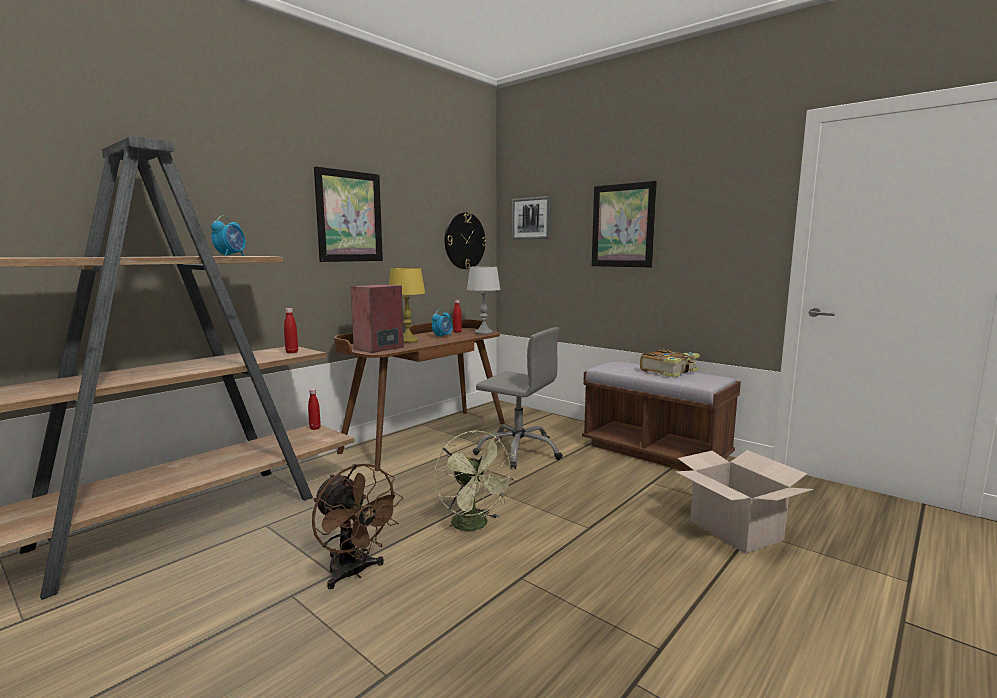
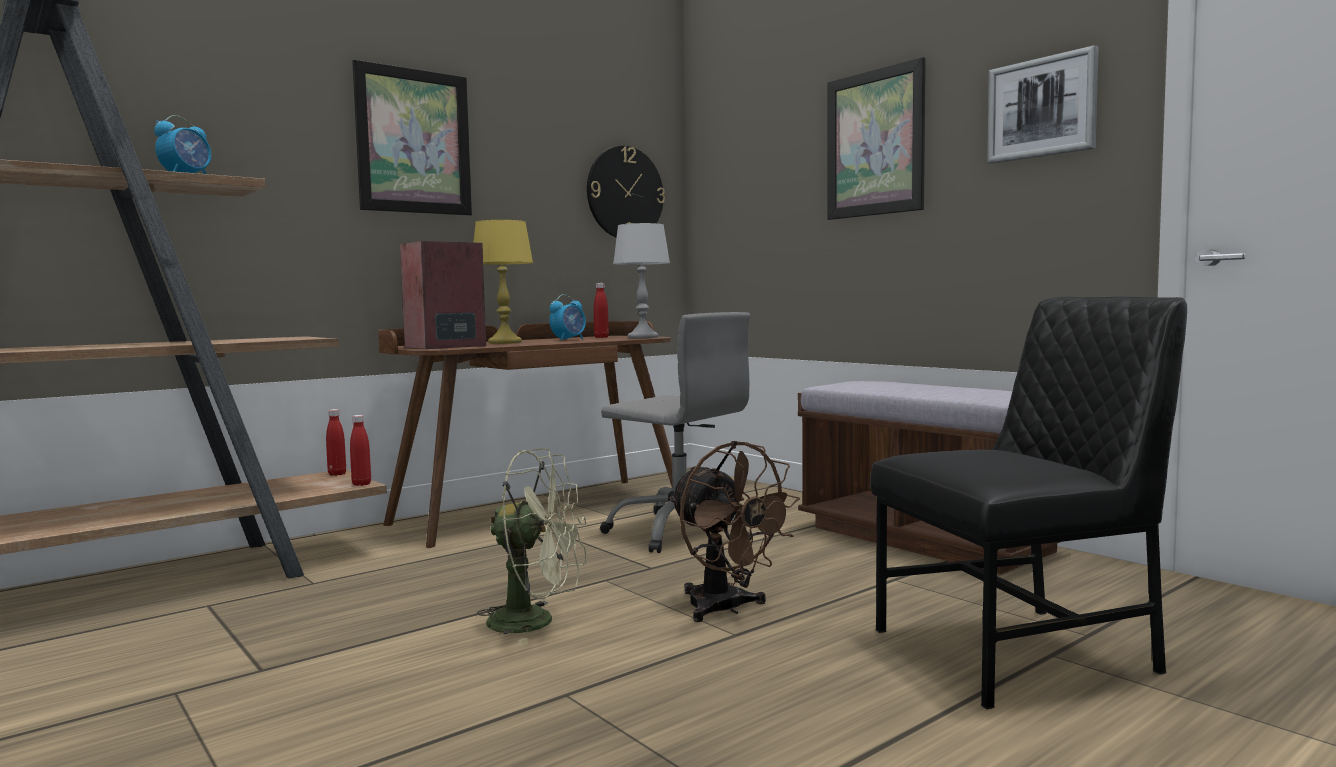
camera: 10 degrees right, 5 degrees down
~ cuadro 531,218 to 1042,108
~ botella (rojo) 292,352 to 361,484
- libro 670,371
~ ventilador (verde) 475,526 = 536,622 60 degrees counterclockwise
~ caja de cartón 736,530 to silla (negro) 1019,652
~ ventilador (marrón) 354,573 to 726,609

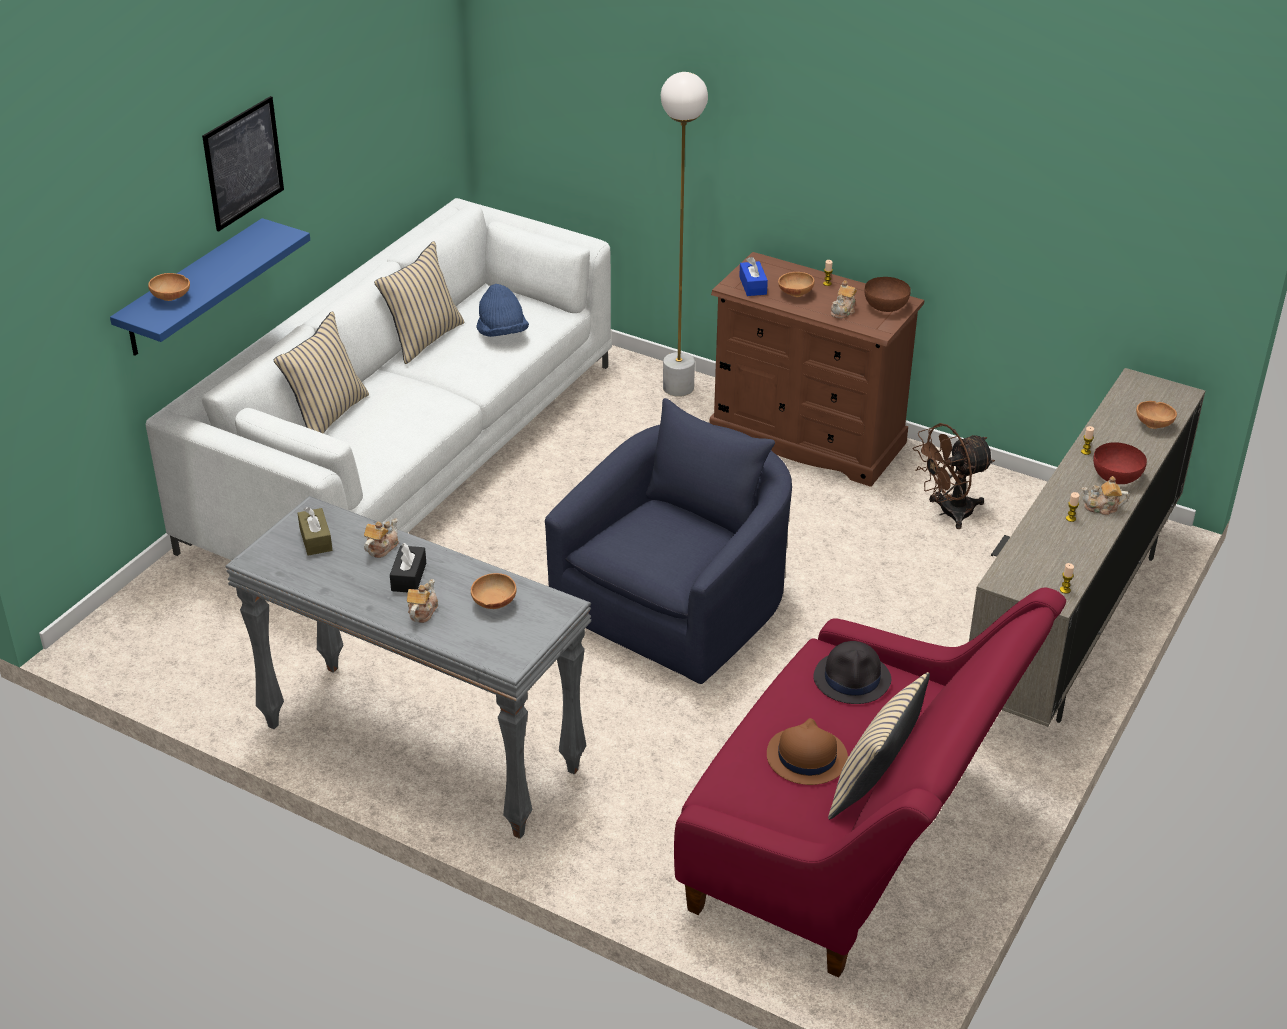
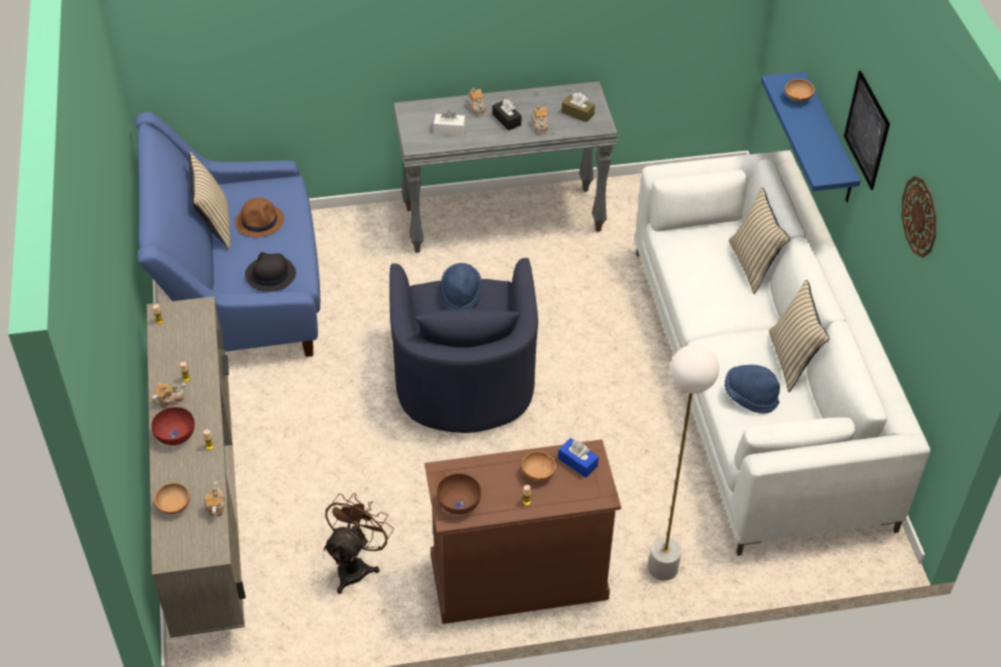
camera: 140 degrees right, 10 degrees up
~ tetera 843,311 to 215,506
~ cuenco (marrón) 493,603 to caja de pañuelos (blanco) 449,129
~ sofá (rojo) 853,845 to sofá (azul) 241,293
+ reloj de pared 920,216
+ sombrero (azul) 461,295

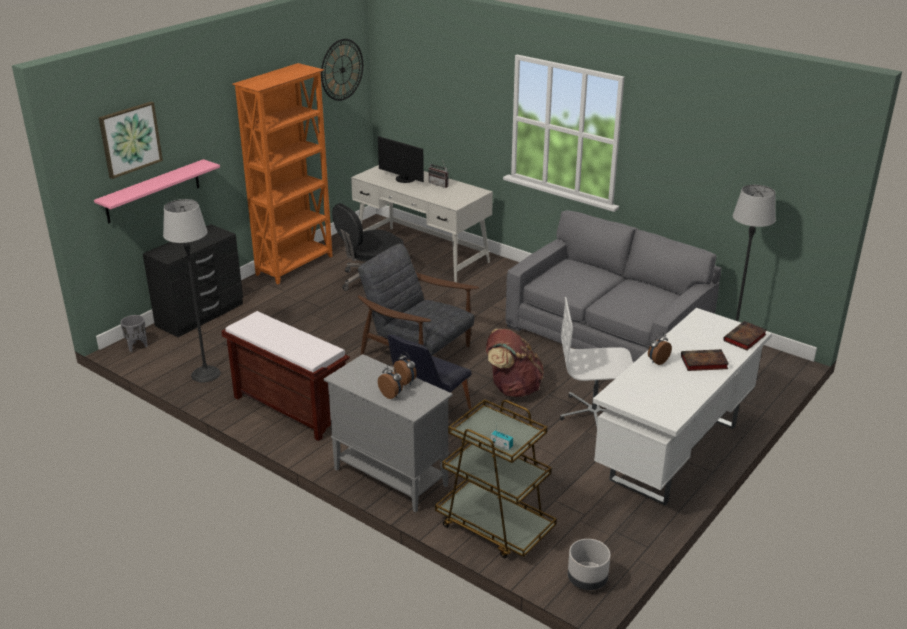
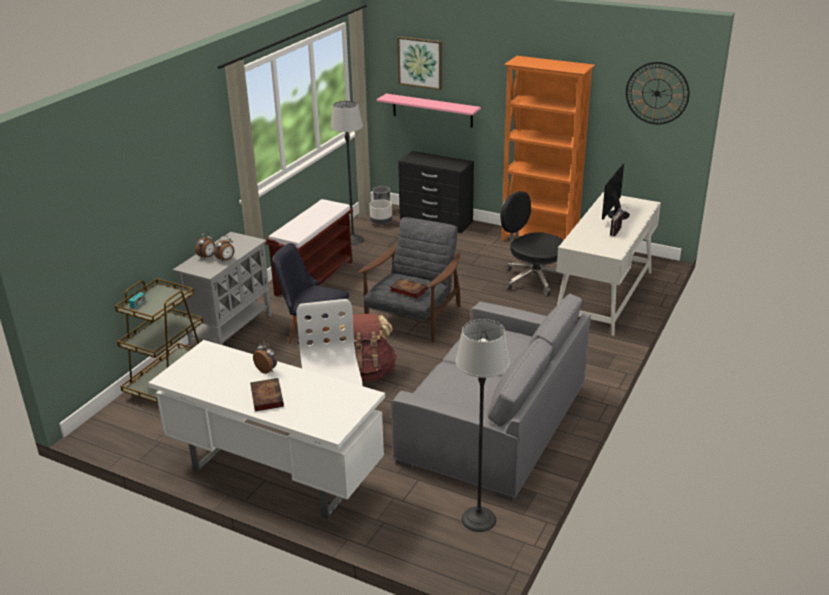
camera: 80 degrees right, 0 degrees up
~ libro 744,338 to 408,290
~ maceta (gris) 587,580 to 381,222

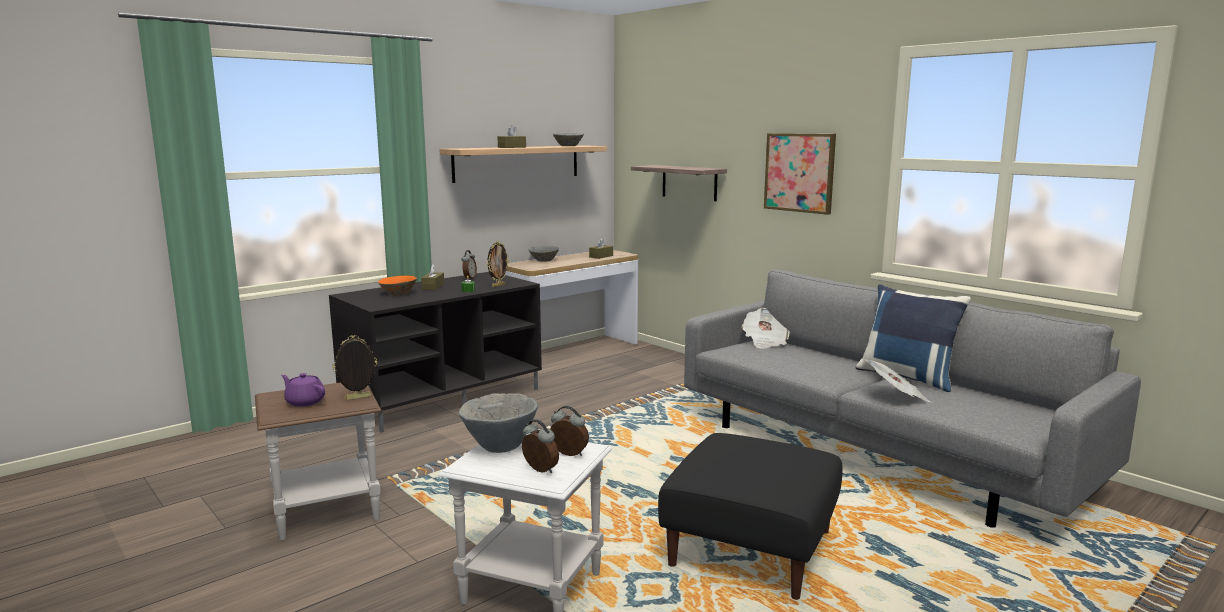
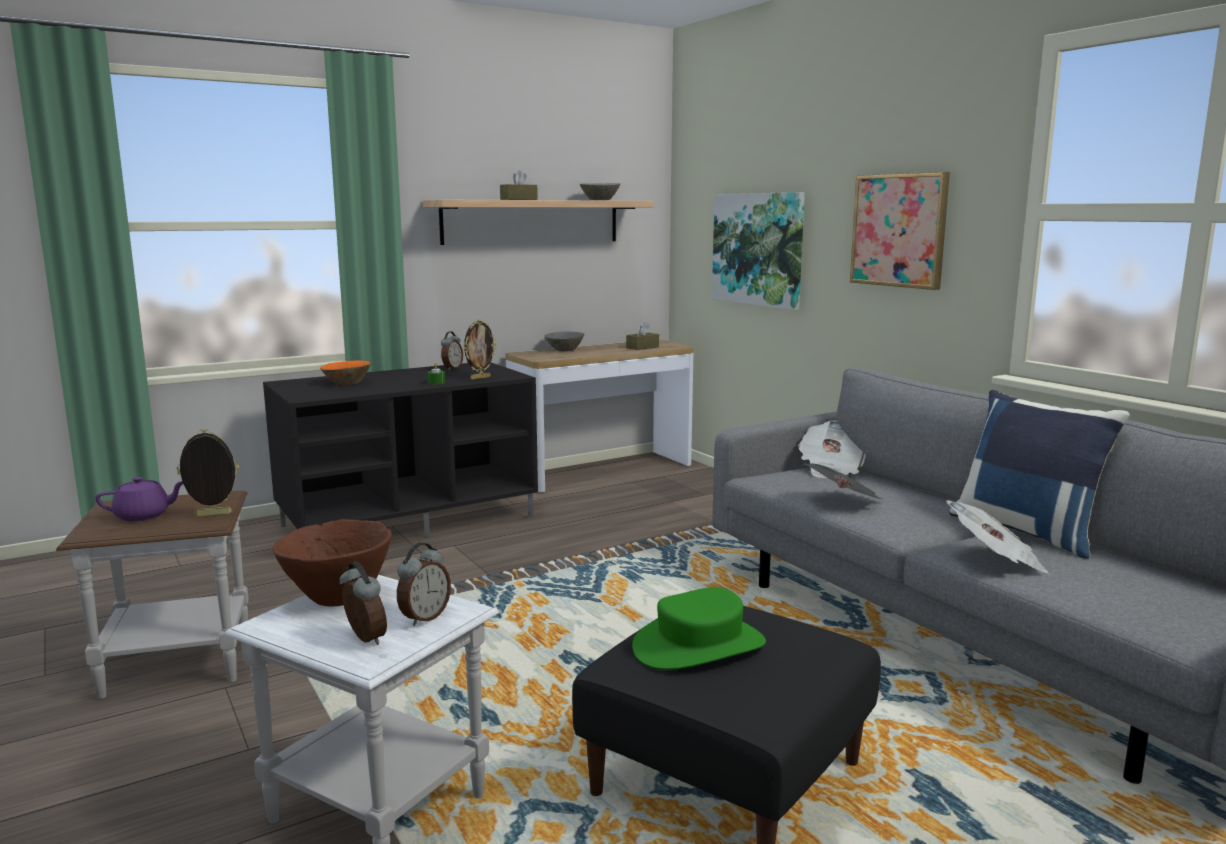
camera: 10 degrees right, 0 degrees up
~ estante 689,182 to cuadro 758,249
- caja de pañuelos (marrón) 433,287
~ tetera (morado) 305,402 = 143,516 120 degrees clockwise
~ cuenco (gris) 499,447 to cuenco (marrón) 337,598
~ despertador 568,455 = 424,617 90 degrees clockwise
+ periódico 844,502
+ sombrero (verde) 699,646

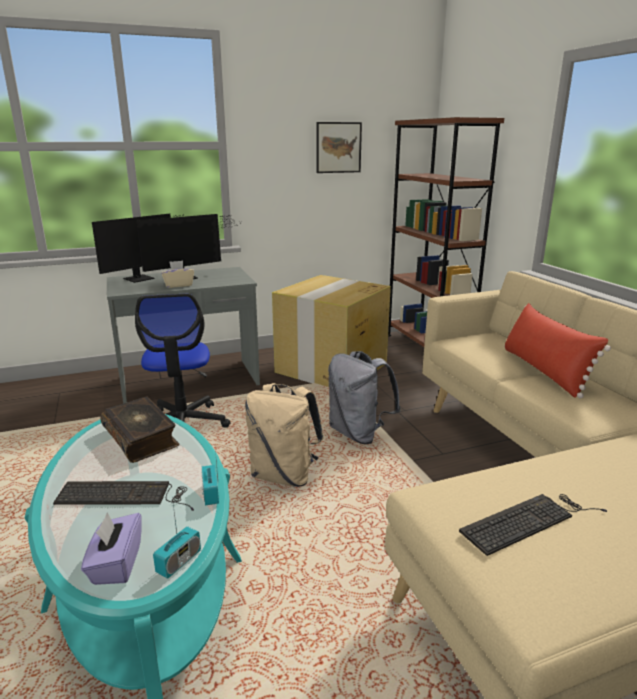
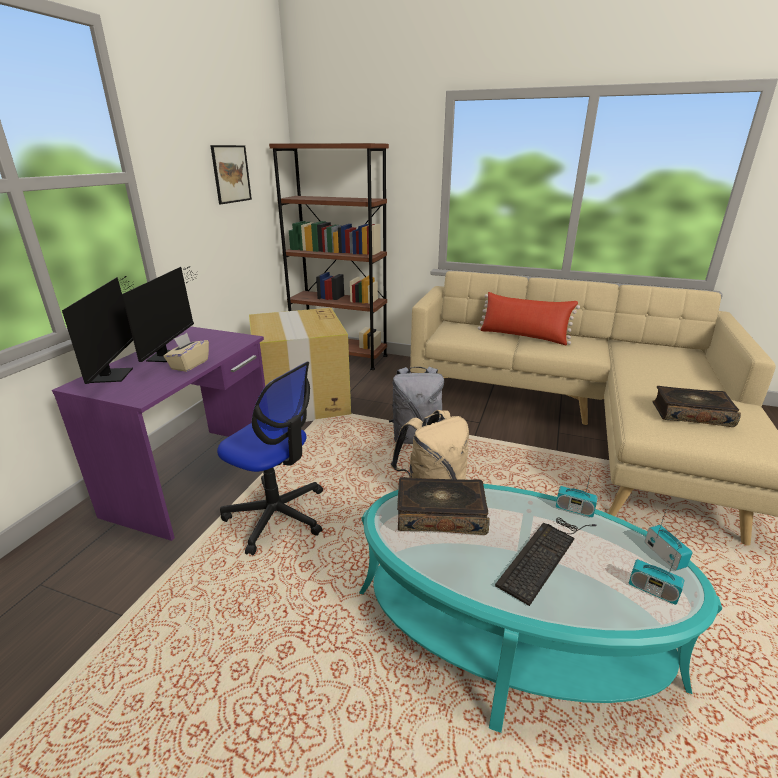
camera: 50 degrees left, 5 degrees up
~ escritorio (gris) 190,381 to escritorio (morado) 197,477
~ teclado 529,521 to libro 691,414
~ caja de pañuelos (morado) 116,564 to radio 652,590

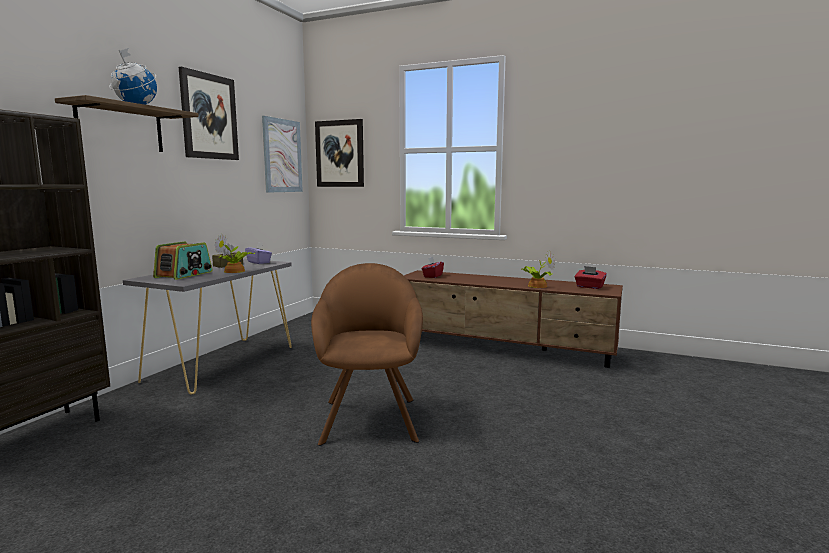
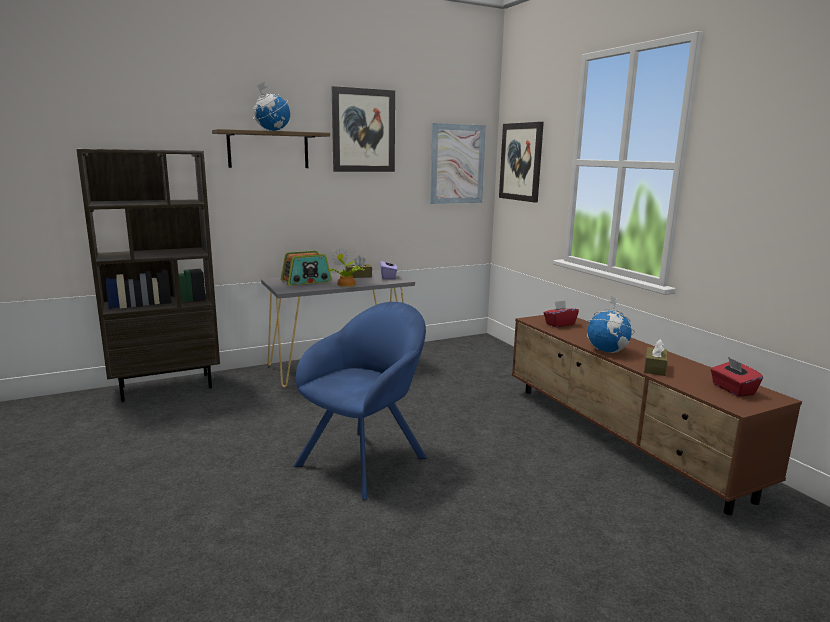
camera: 40 degrees right, 5 degrees up
~ planta en maceta 536,286 to caja de pañuelos (marrón) 654,368
~ sillón (marrón) 370,417 to sillón (azul) 366,459
+ globo terráqueo 607,351

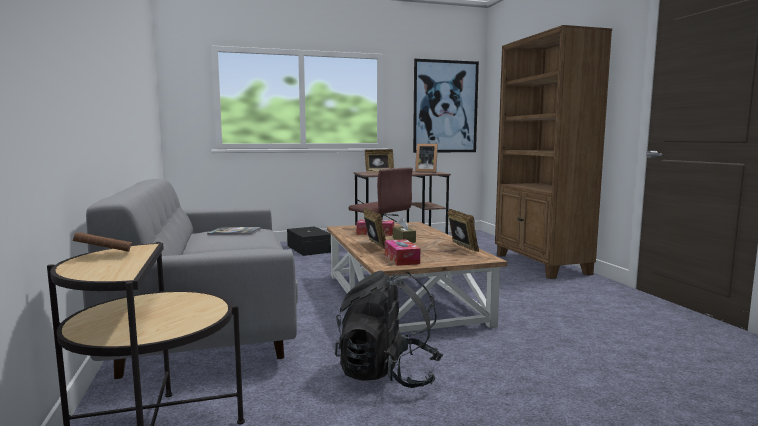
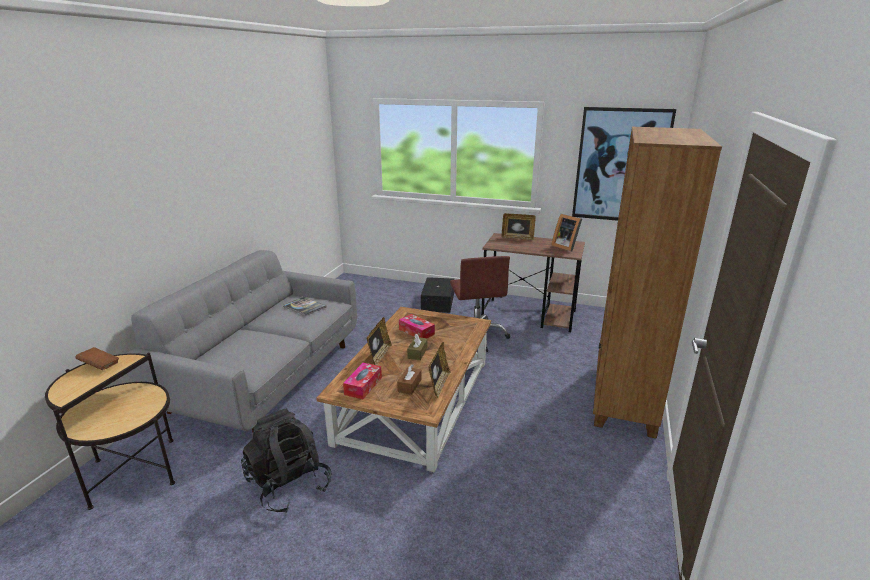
camera: 35 degrees right, 15 degrees up
+ caja de pañuelos (marrón) 409,385

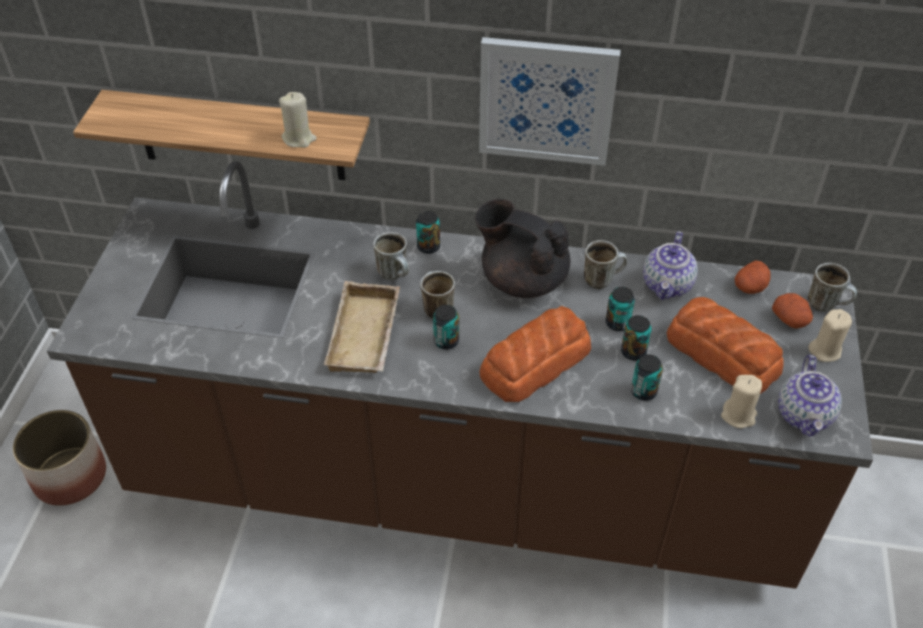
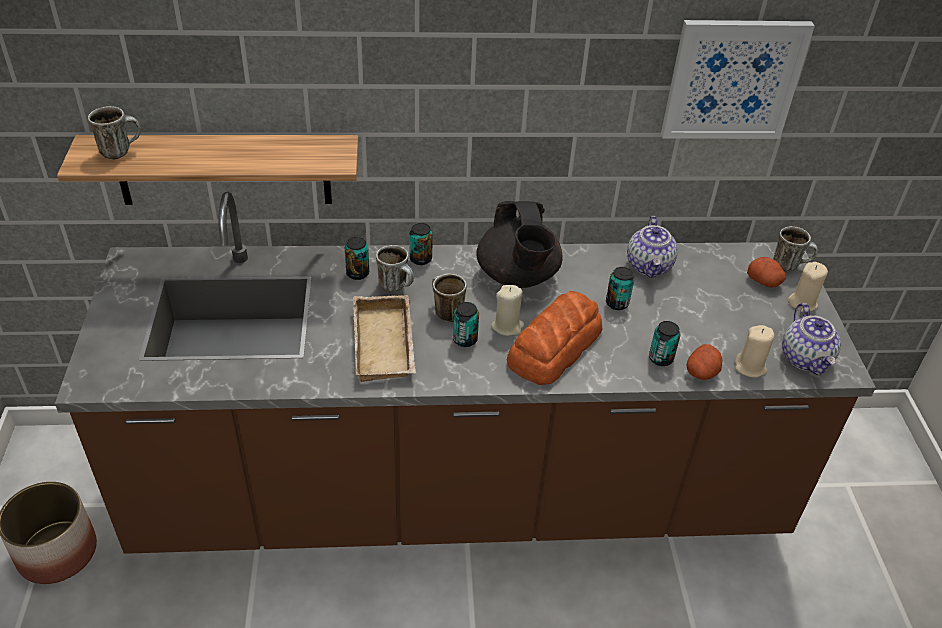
camera: 15 degrees left, 5 degrees down
~ cuadro 546,100 to 733,79
~ vela (beis) 299,139 to 507,326
~ tetera (negro) 522,279 = 518,277 120 degrees counterclockwise
~ taza grande 602,279 to 121,151
~ patata 750,287 to 702,372
- pan 721,353
~ lata 633,352 to 357,273

